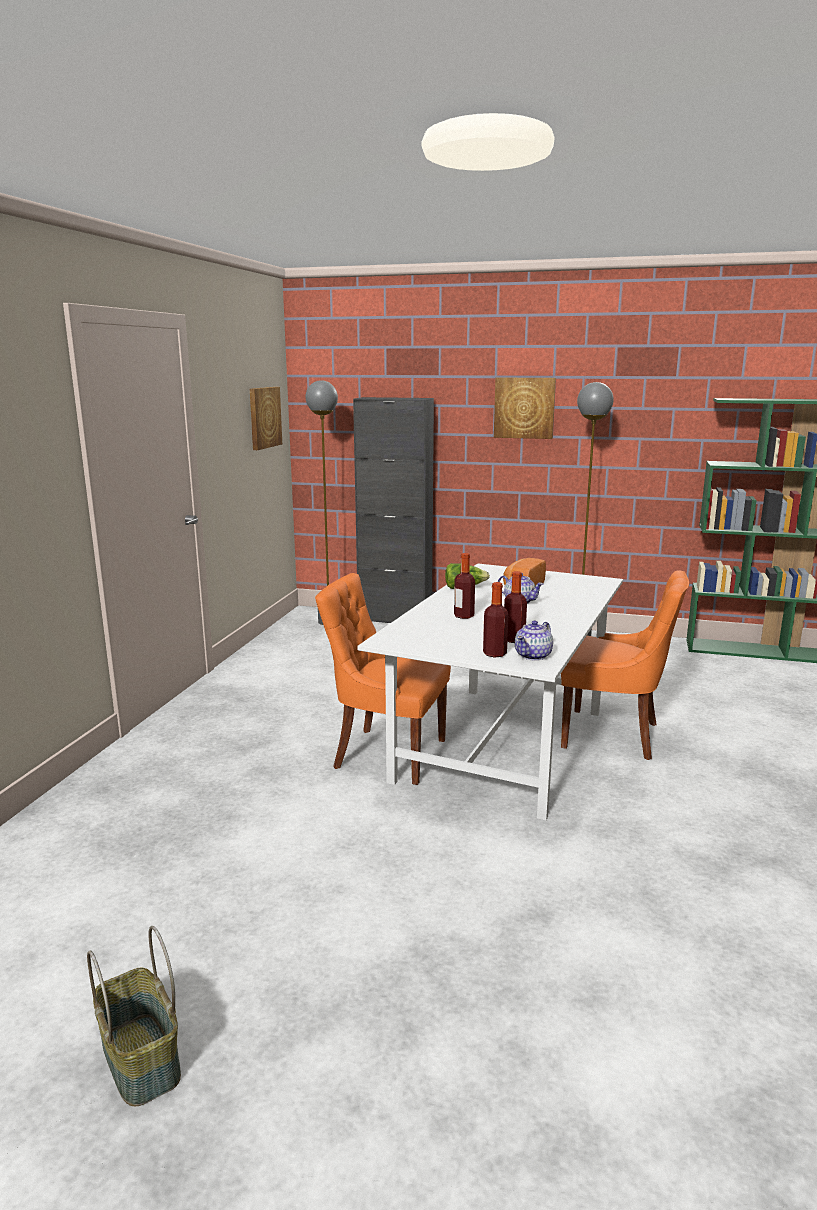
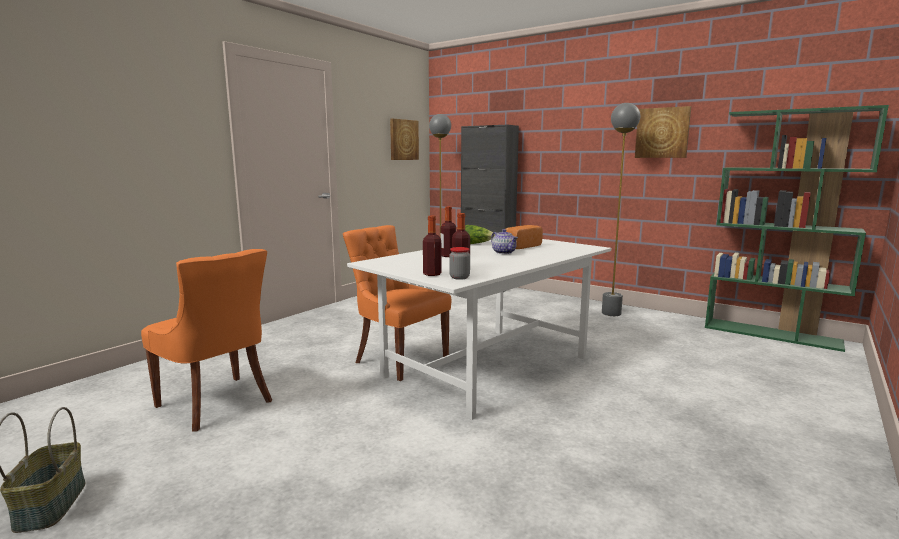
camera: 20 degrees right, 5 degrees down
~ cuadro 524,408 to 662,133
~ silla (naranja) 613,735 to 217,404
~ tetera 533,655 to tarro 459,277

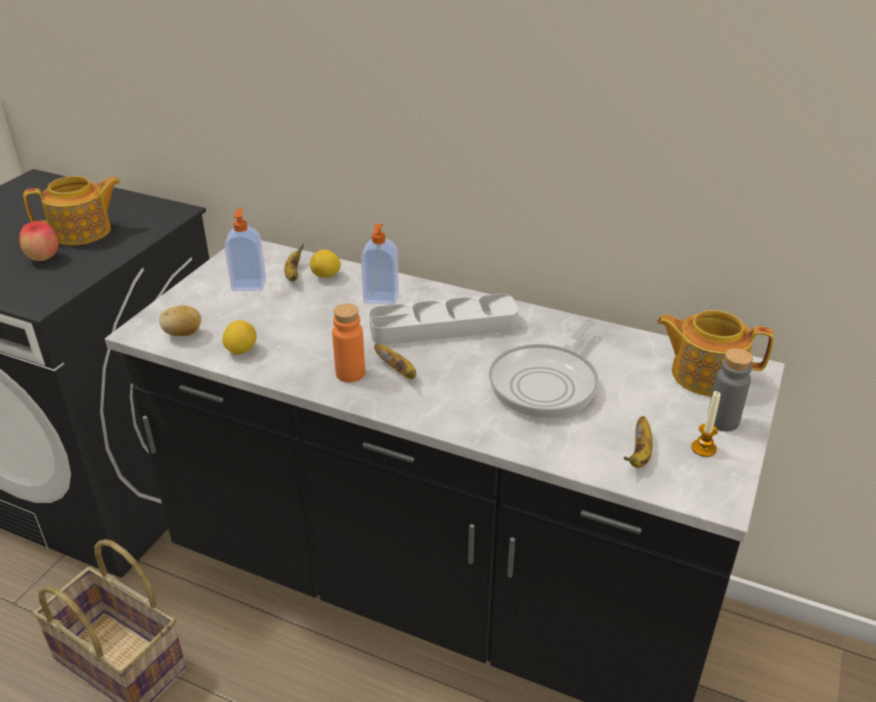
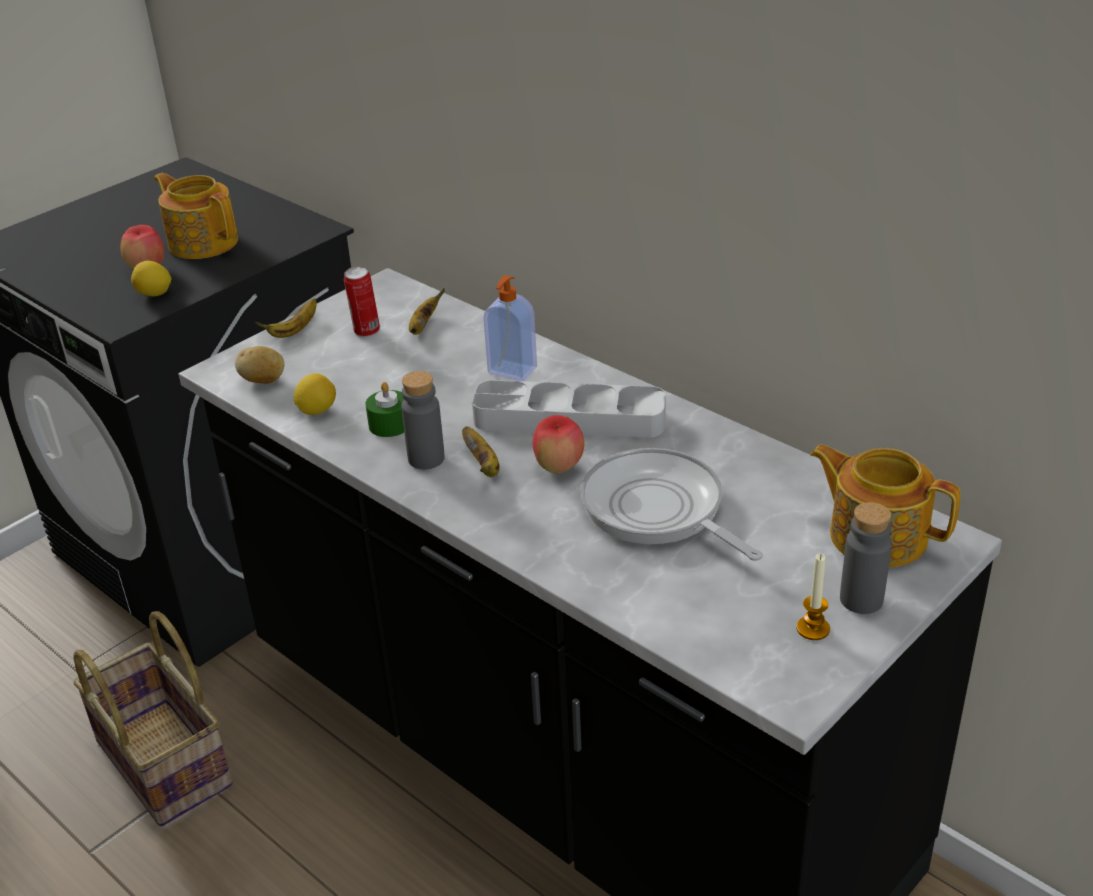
camera: 20 degrees right, 0 degrees up
~ tetera 83,231 = 203,242 135 degrees counterclockwise
~ dispensador de jabón 249,284 to lata 365,331
~ limón 326,276 to 154,294
~ botella (naranja) 350,373 to botella (gris) 426,458
~ sartén 546,383 = 658,510 90 degrees clockwise
~ plátano 639,454 to 294,330
+ vela (verde) 389,424
+ manzana 559,467

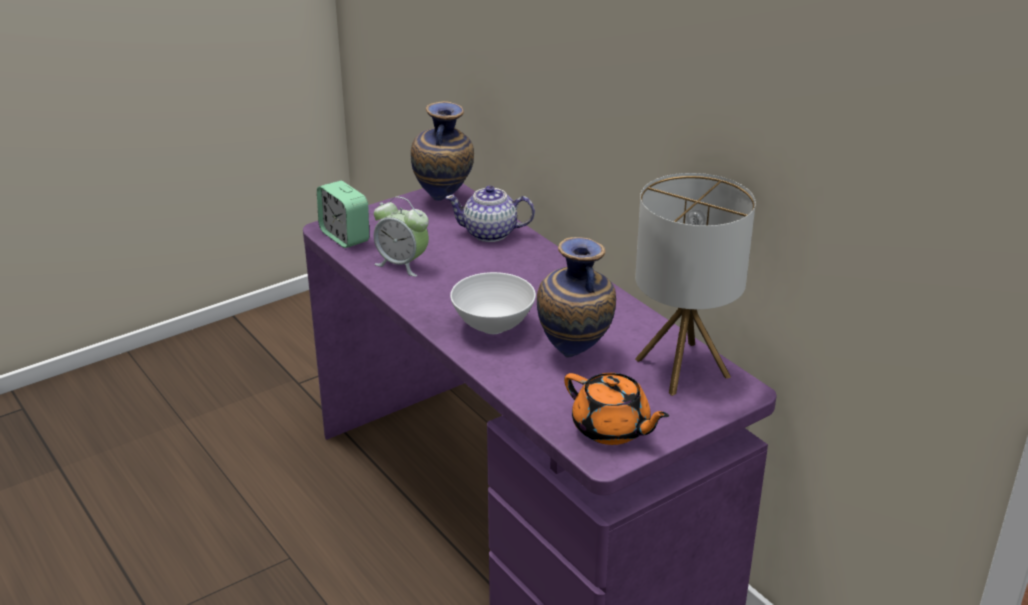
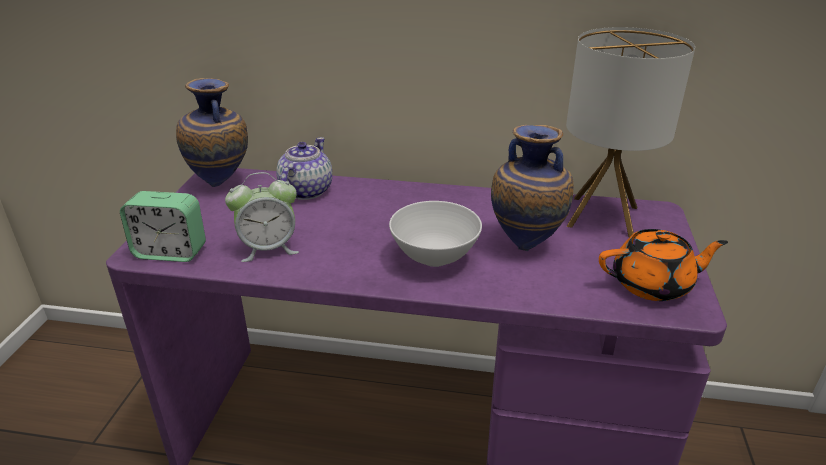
camera: 45 degrees left, 0 degrees up
~ tetera 490,233 = 305,191 150 degrees clockwise

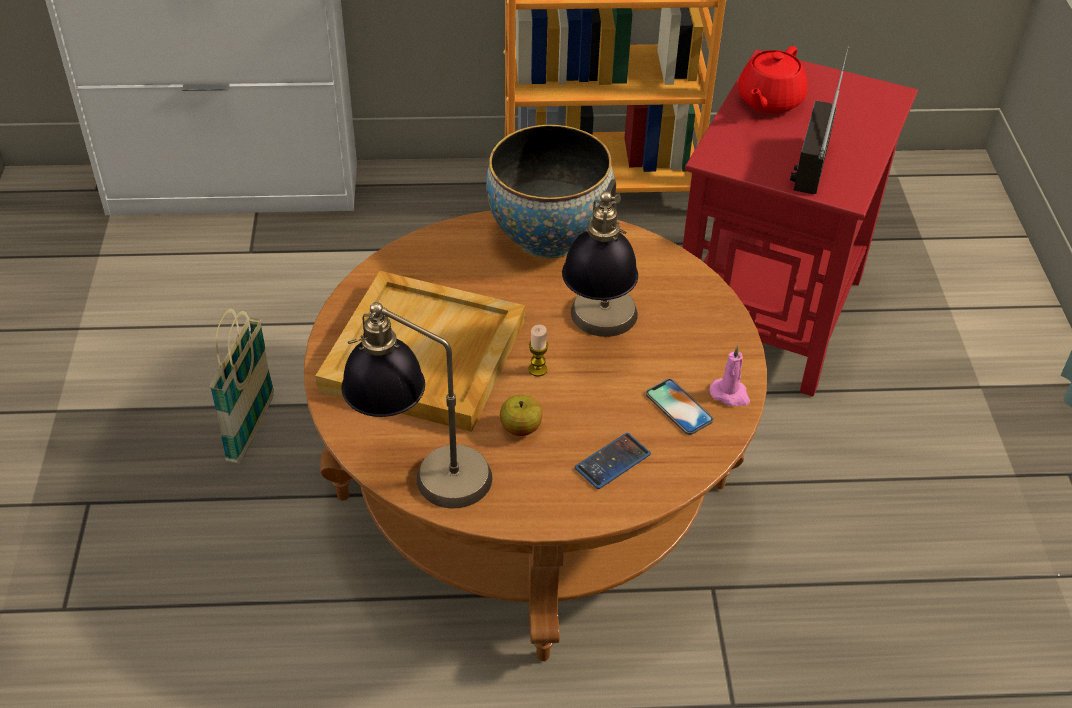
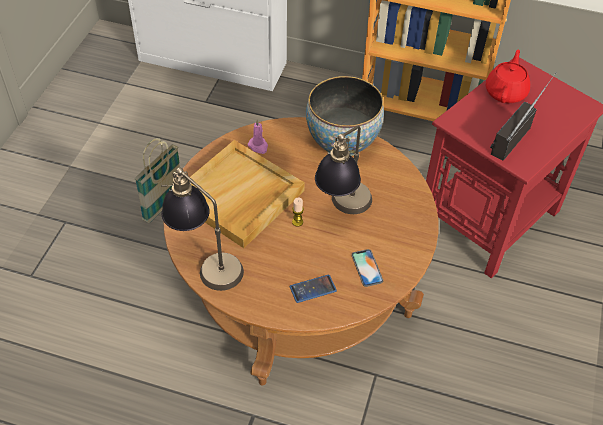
camera: 20 degrees right, 5 degrees up
~ tetera (rojo) 768,101 = 506,92 150 degrees clockwise
~ vela (rosa) 730,394 to 258,146
- manzana 520,428

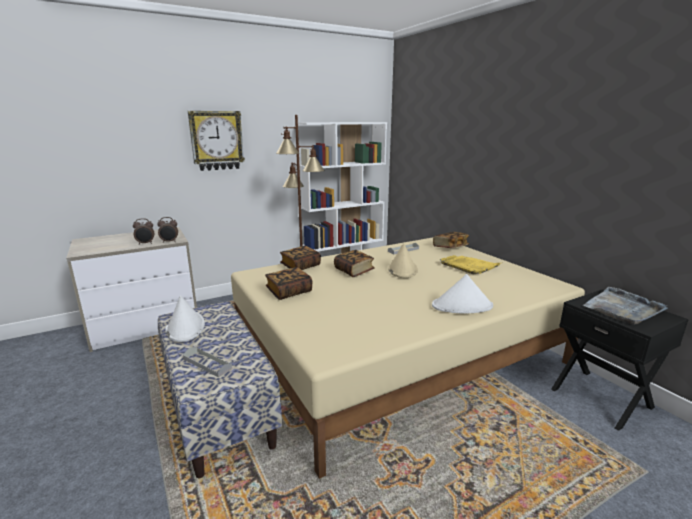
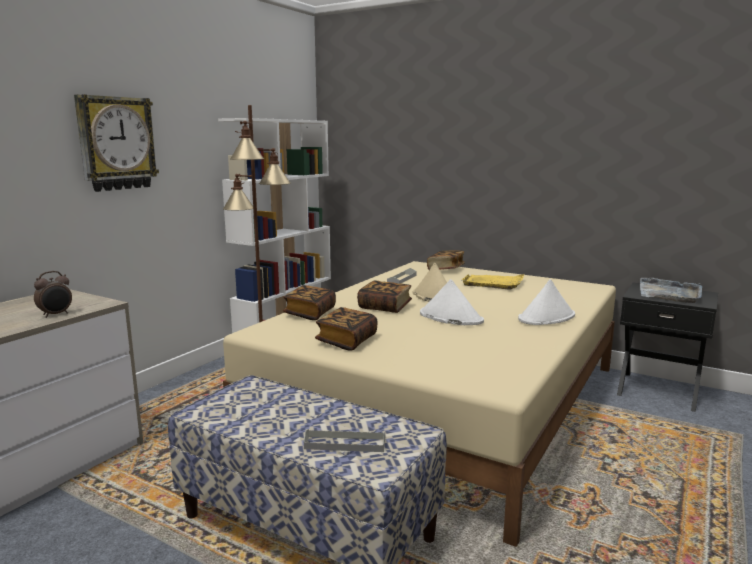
camera: 30 degrees left, 5 degrees down
- despertador 169,242
~ sombrero (blanco) 185,327 to 450,317

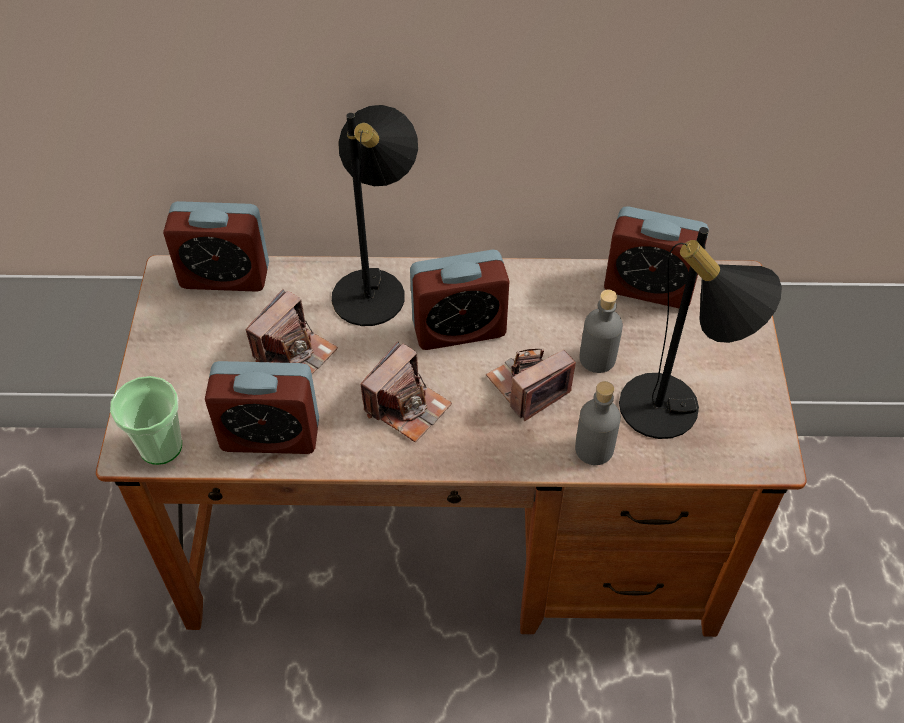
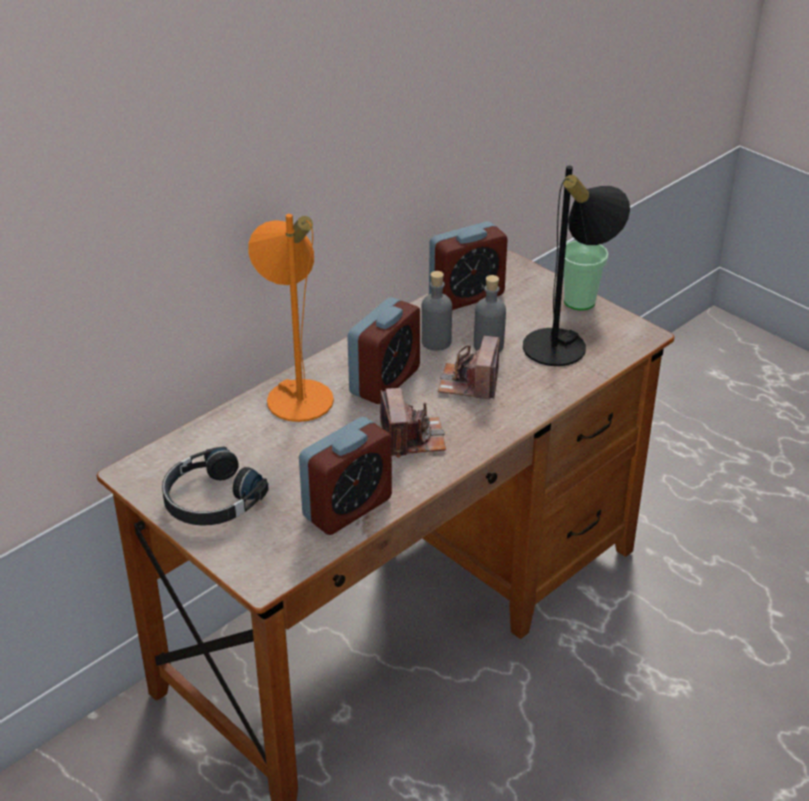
camera: 45 degrees left, 15 degrees down
~ lámpara de mesa (negro) 376,287 to lámpara de mesa (naranja) 297,392
- despertador 225,276
- cámara 294,352
~ taza 161,446 to 579,301
~ botella (gris) 594,449 to 436,342
+ auriculares (negro) 211,500

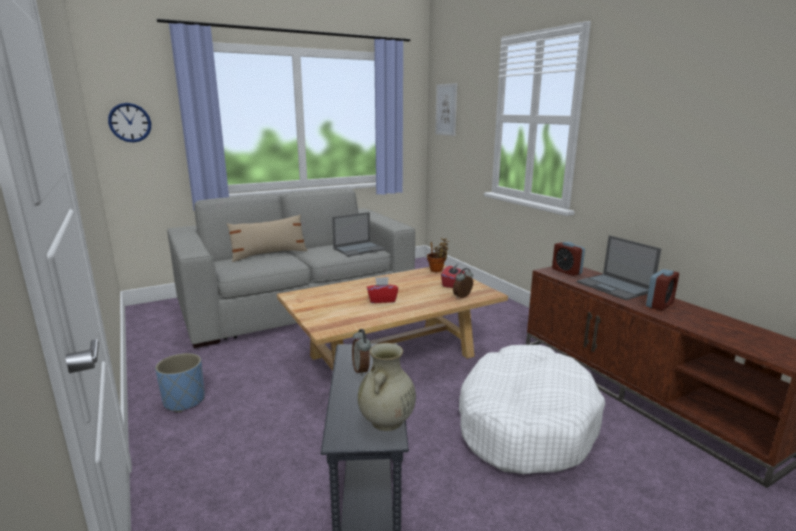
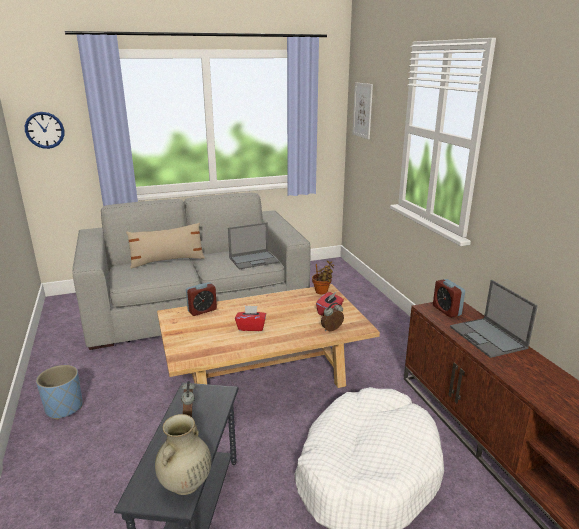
camera: 10 degrees right, 5 degrees up
~ despertador 659,305 to 202,310

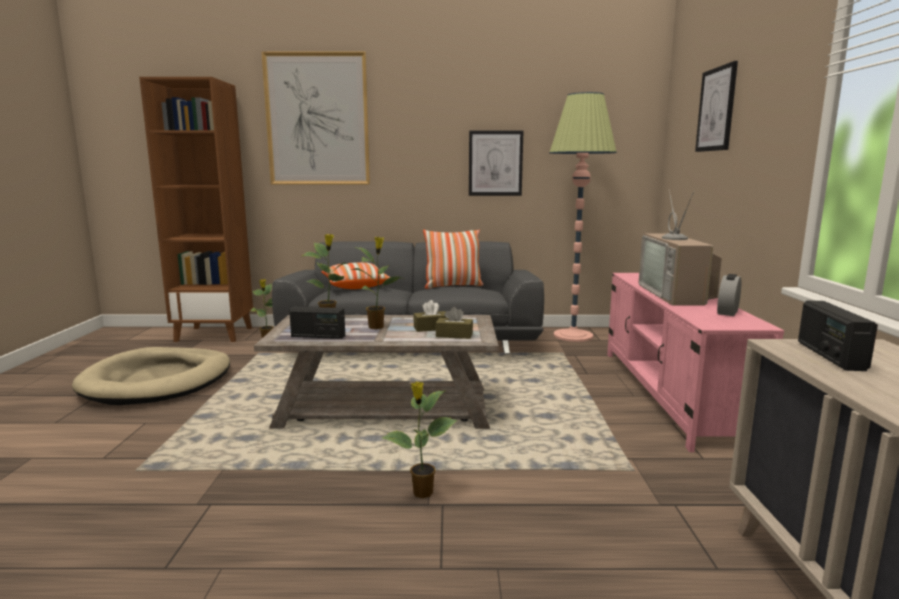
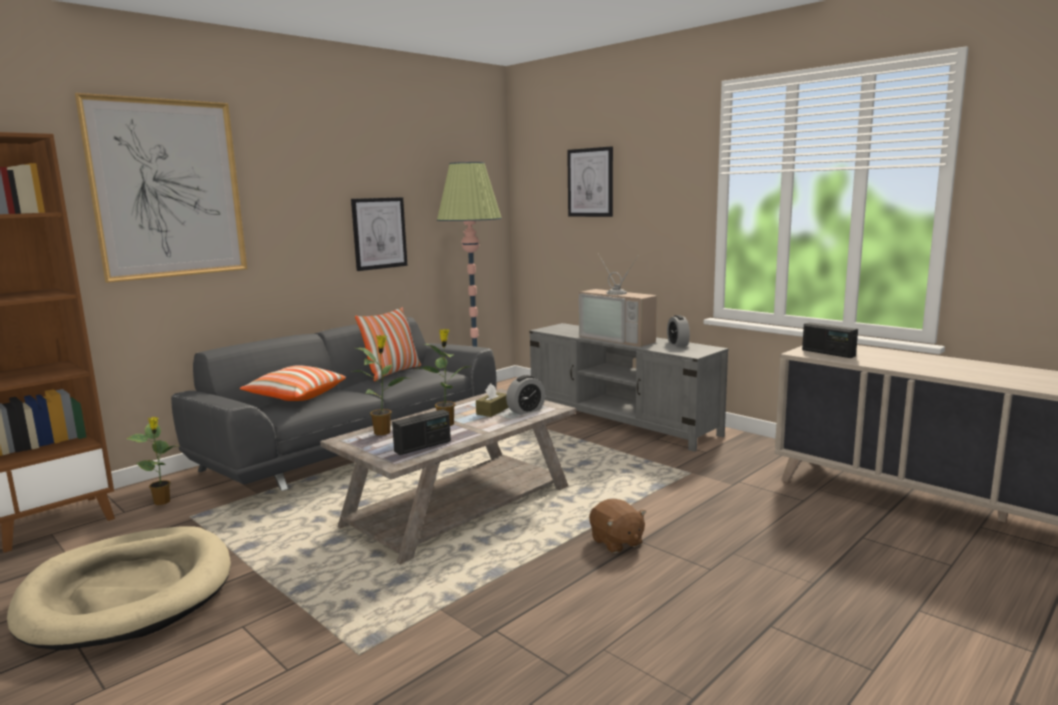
camera: 45 degrees left, 0 degrees up
~ mueble de televisión (rosa) 670,393 to mueble de televisión (gris) 621,420
~ caja de pañuelos (marrón) 454,335 to despertador 526,410
~ planta en maceta 422,493 to peluche (marrón) 616,542

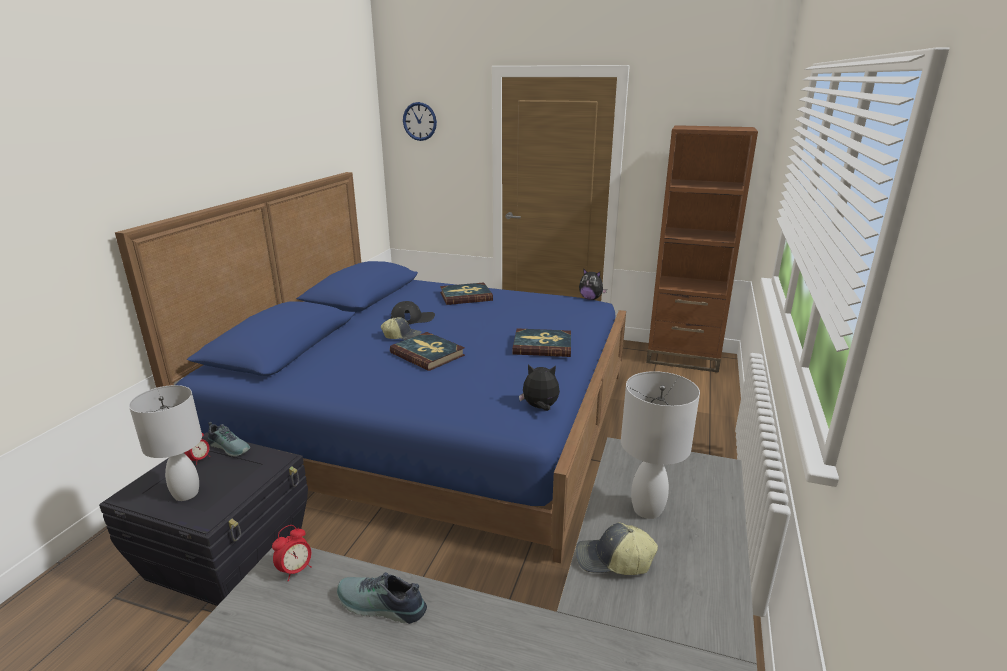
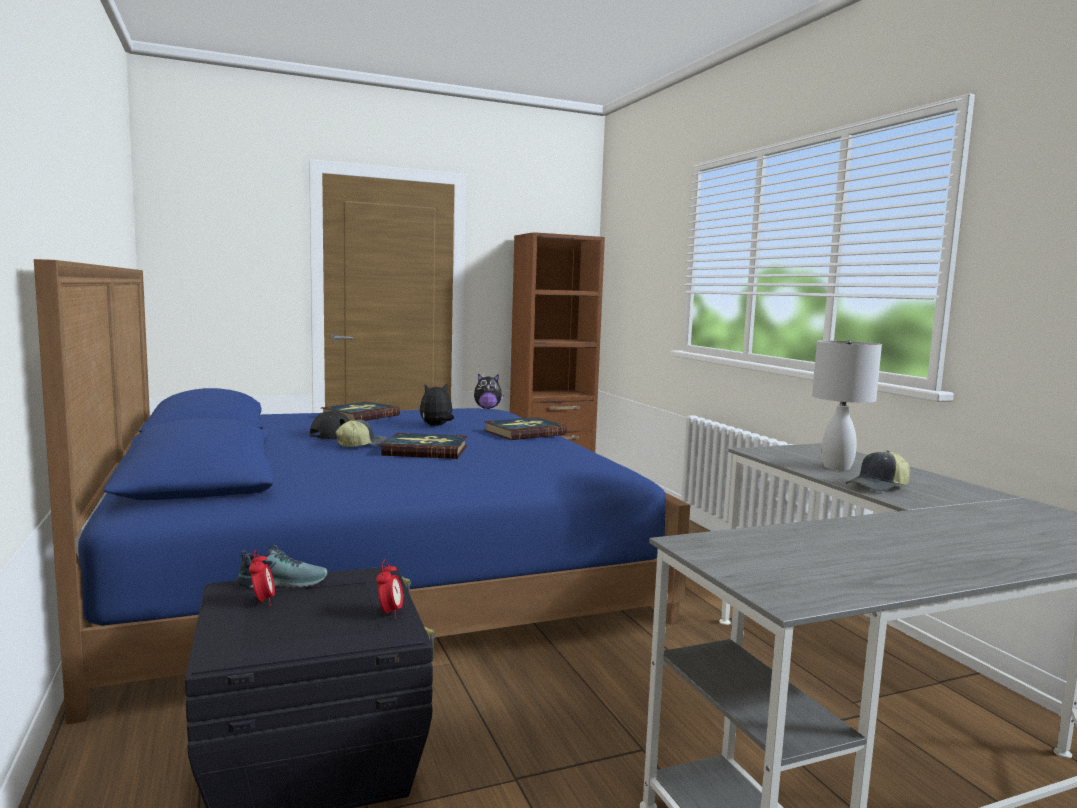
camera: 40 degrees left, 15 degrees down
- reloj de pared 419,121
~ peluche 540,408 to 436,426
- lámpara de mesa (blanco) 186,494
~ despertador 296,570 to 390,613
- zapato 380,606

